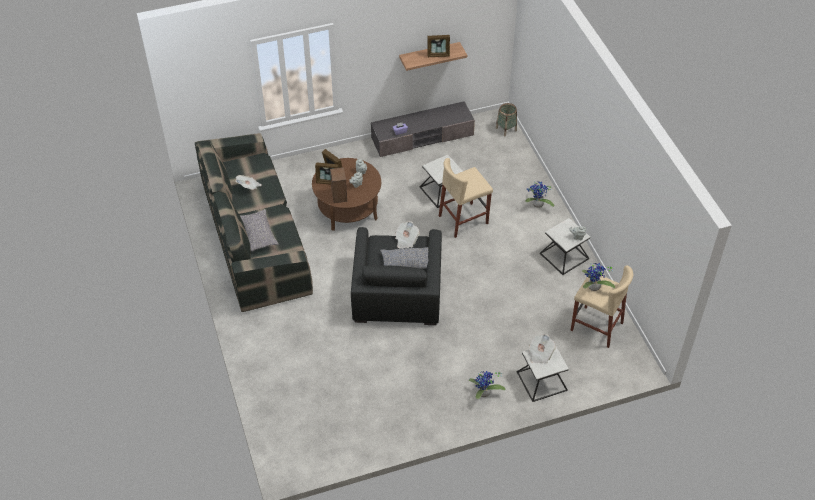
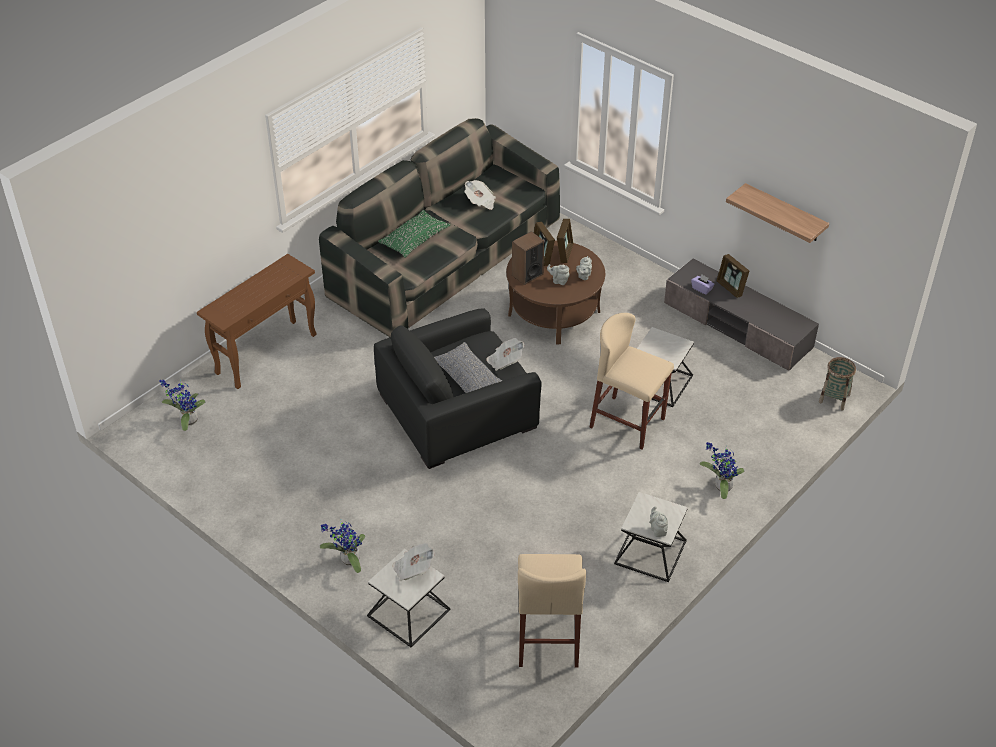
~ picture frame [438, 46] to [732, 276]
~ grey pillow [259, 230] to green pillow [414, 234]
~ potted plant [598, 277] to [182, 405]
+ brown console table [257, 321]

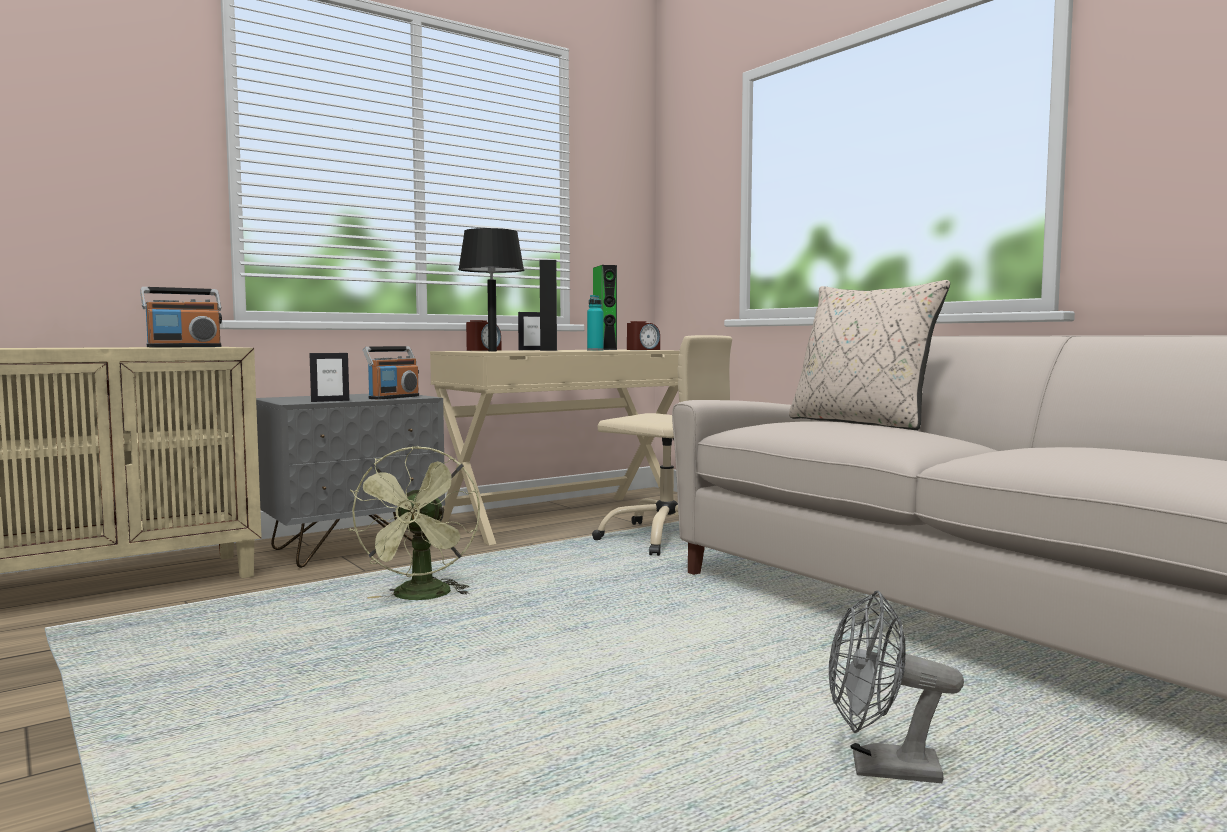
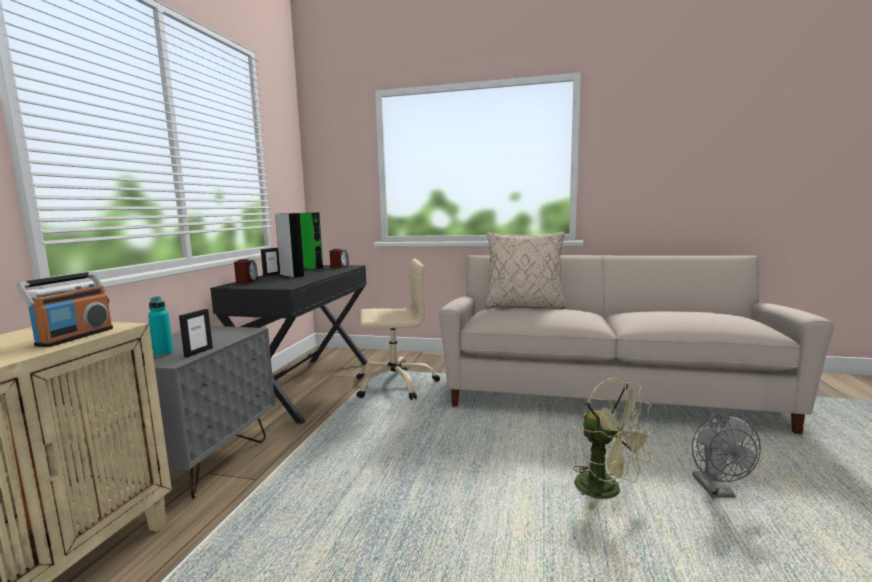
- black table lamp [491, 289]
~ turquoise bottle [595, 323] to [161, 326]
- radio [391, 373]
~ beige desk [555, 447] to black desk [289, 344]
~ green fan [414, 523] to [614, 444]
~ grey fan [896, 687] = [726, 456] 60 degrees counterclockwise

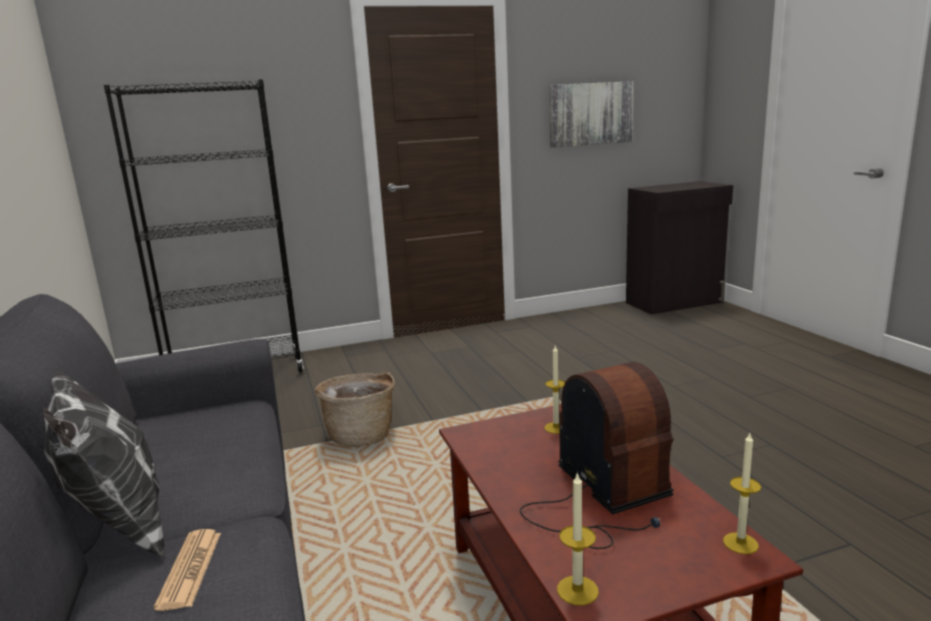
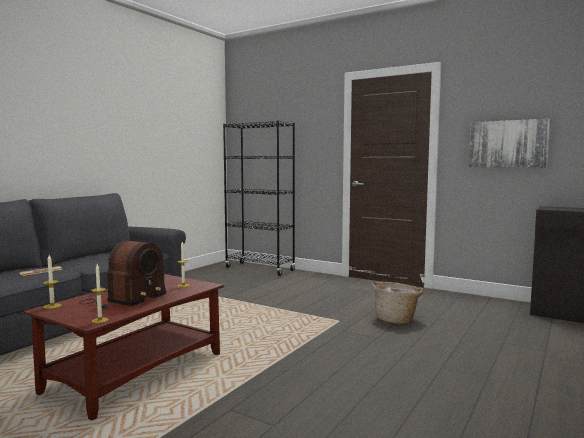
- pillow [104, 464]
~ basket [355, 409] to [397, 302]

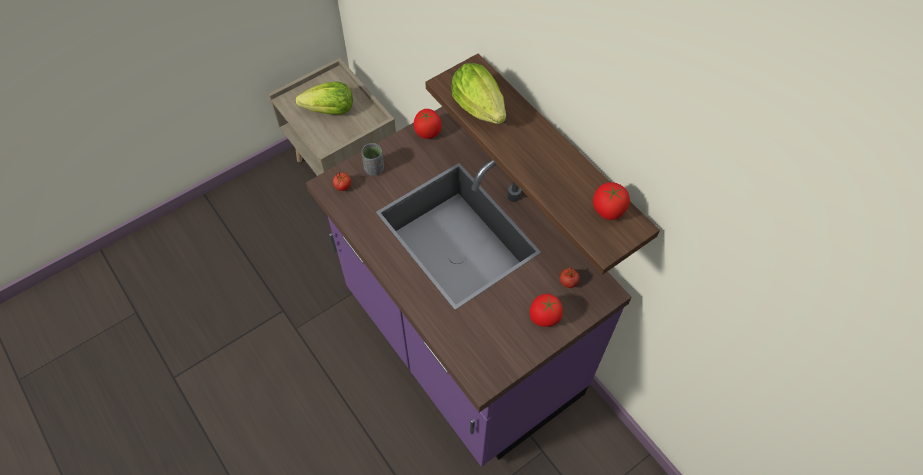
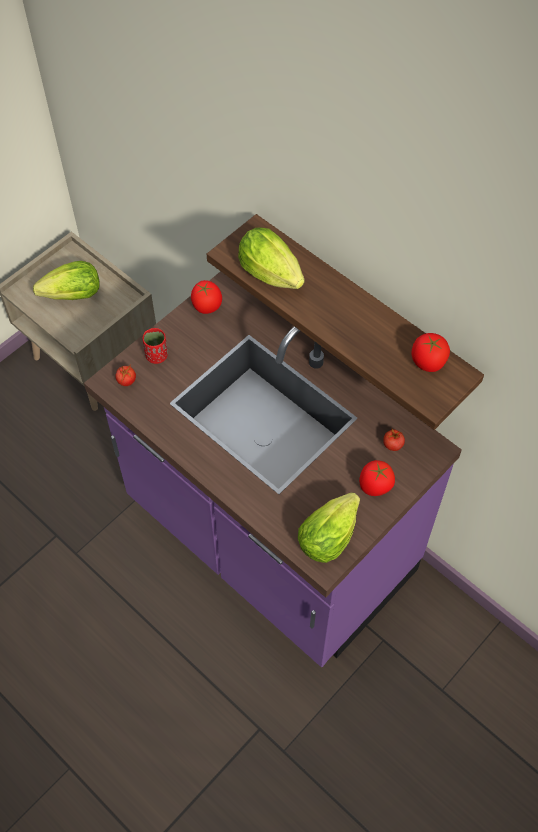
~ grey cup [372, 159] to red cup [155, 346]
+ lettuce [329, 527]

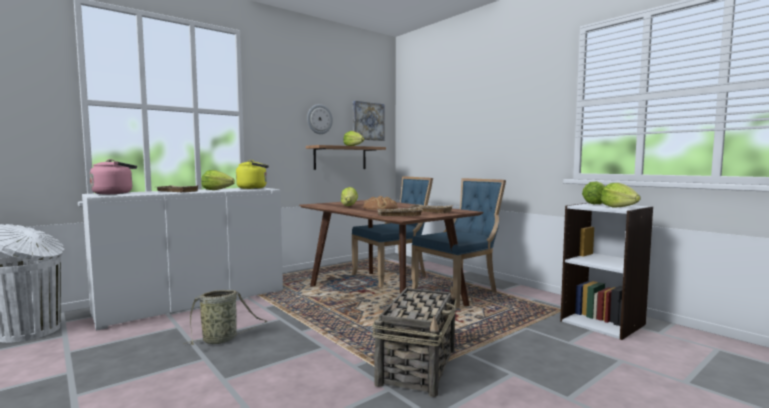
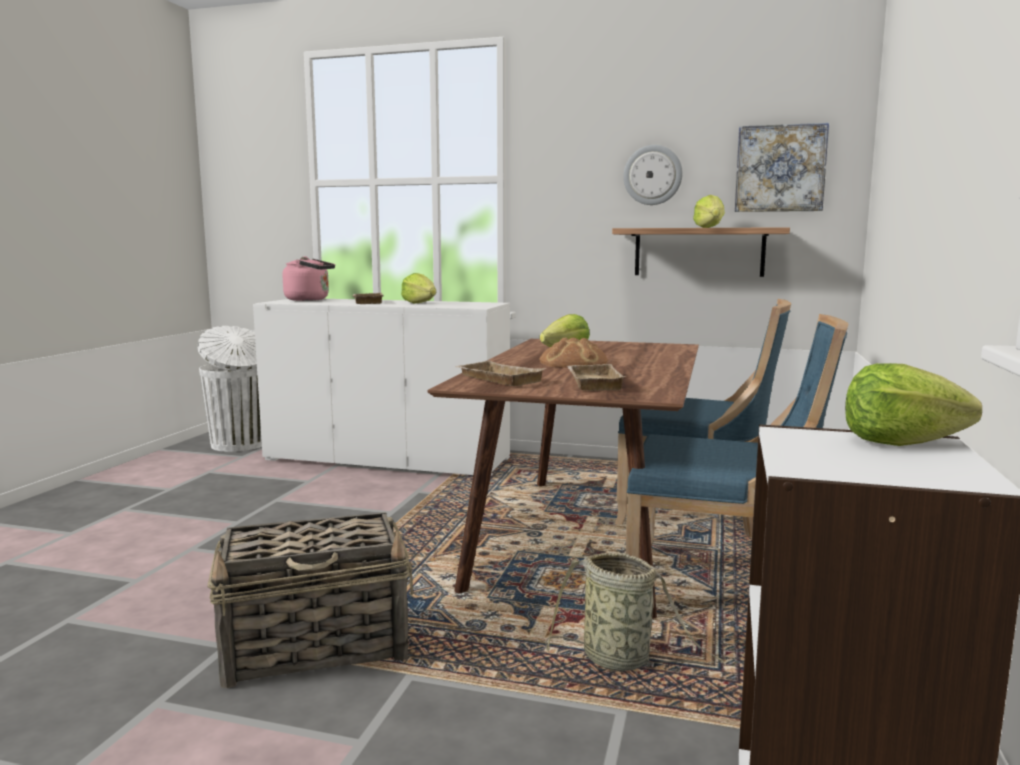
- yellow kettle [252, 174]
- lettuce [621, 195]
~ basket [225, 317] to [634, 612]

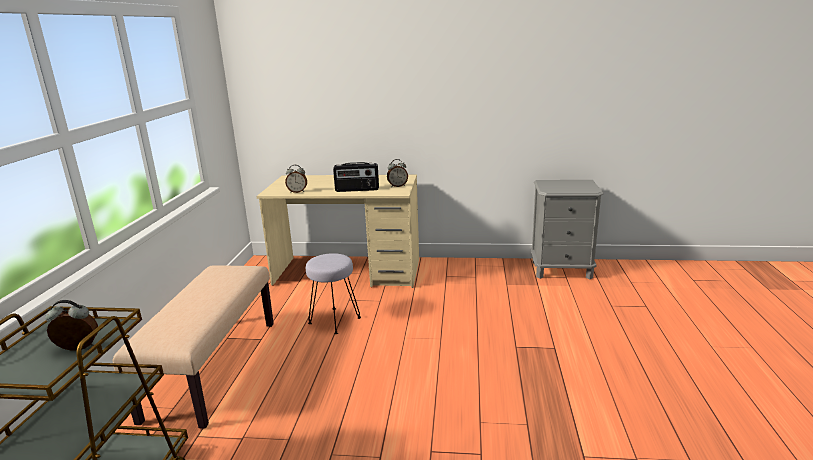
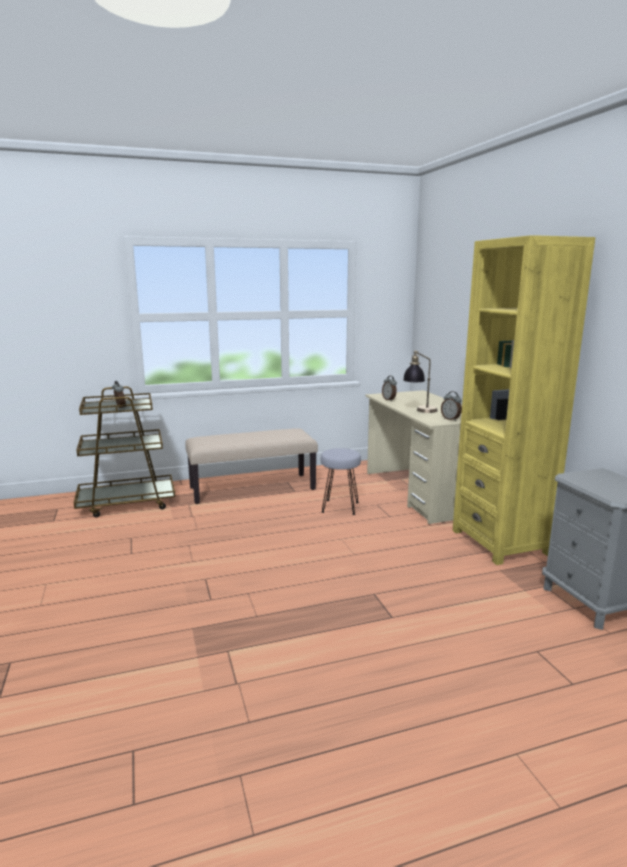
~ radio [356, 177] to table lamp [420, 381]
+ yellow bookcase [524, 400]

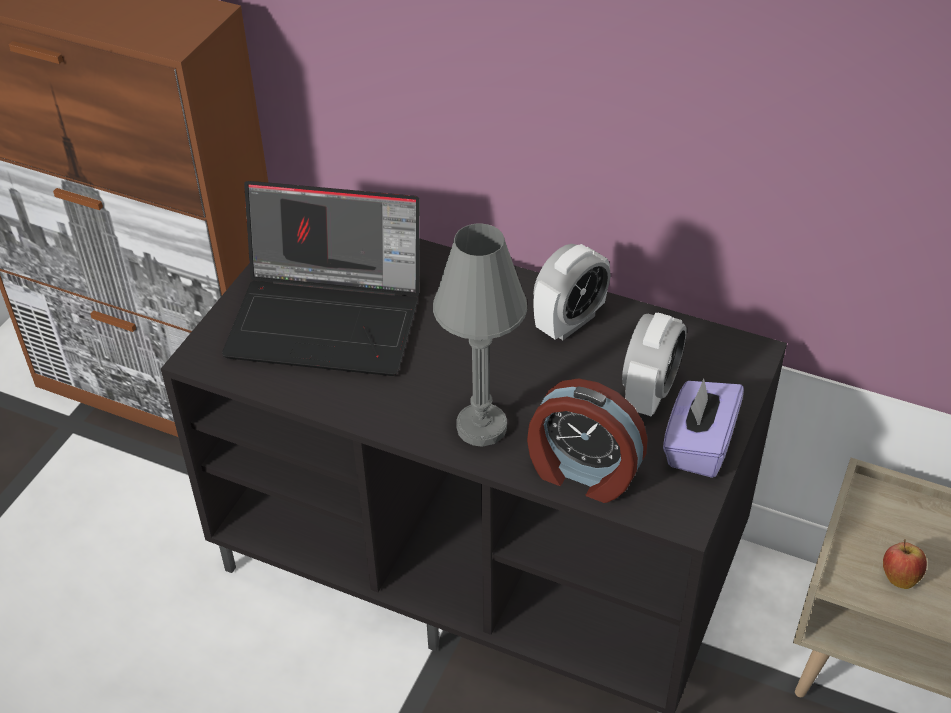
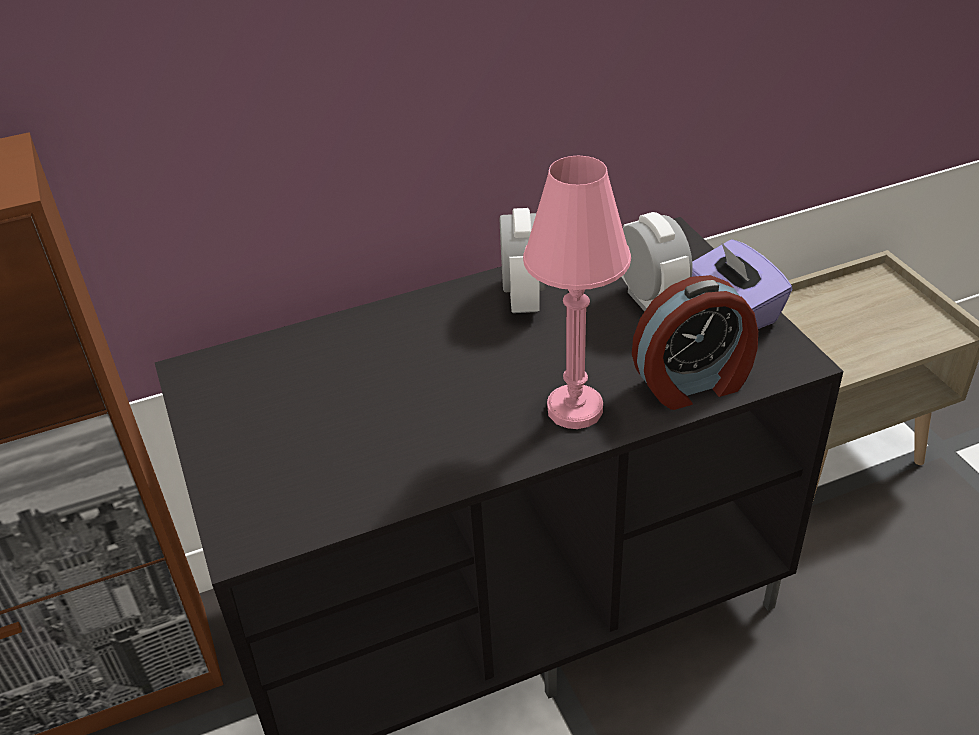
- laptop [321, 278]
~ grey table lamp [480, 335] to pink table lamp [577, 292]
- apple [905, 564]

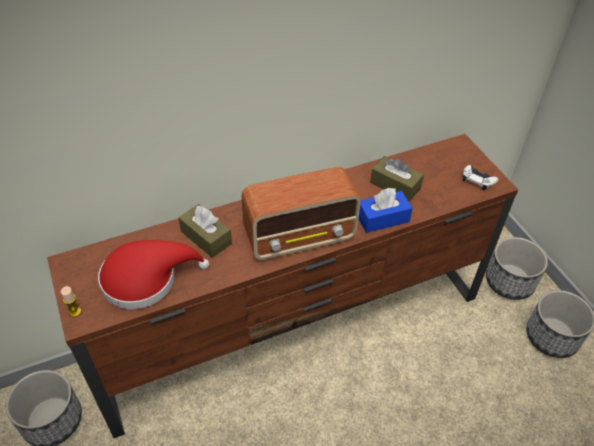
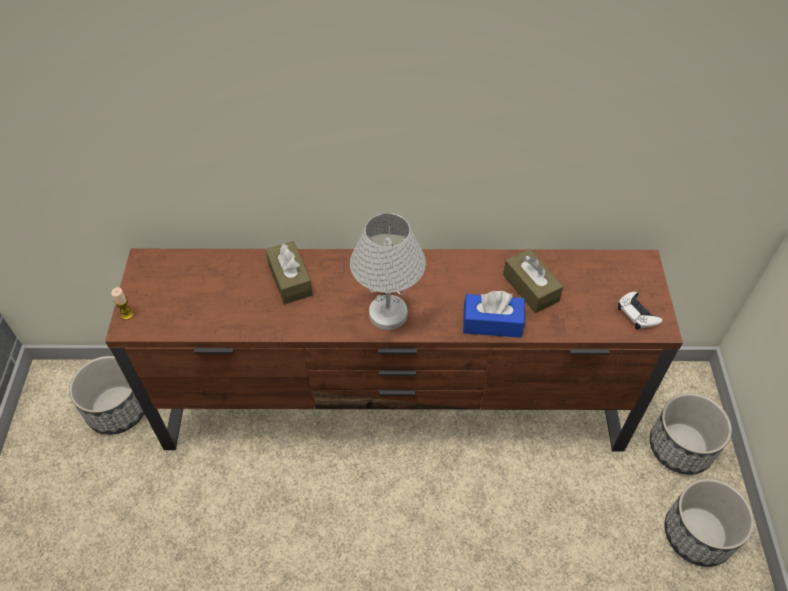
~ radio [301, 213] to white table lamp [388, 271]
- red hat [153, 274]

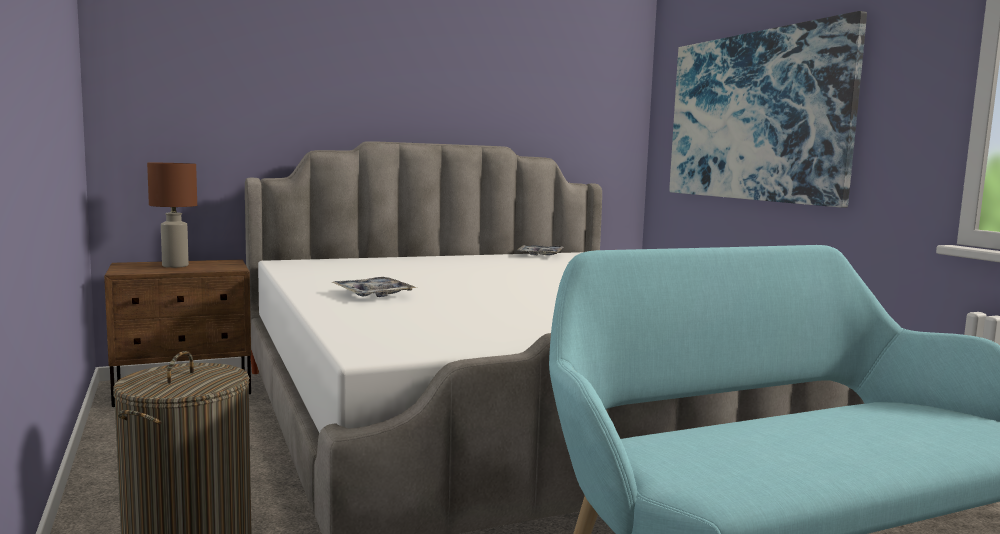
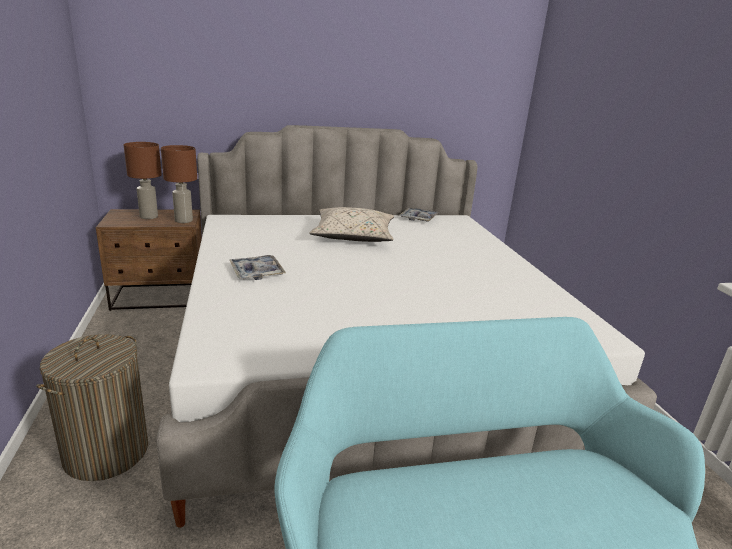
- picture [768, 109]
+ brown table lamp [179, 184]
+ beige pillow [351, 224]

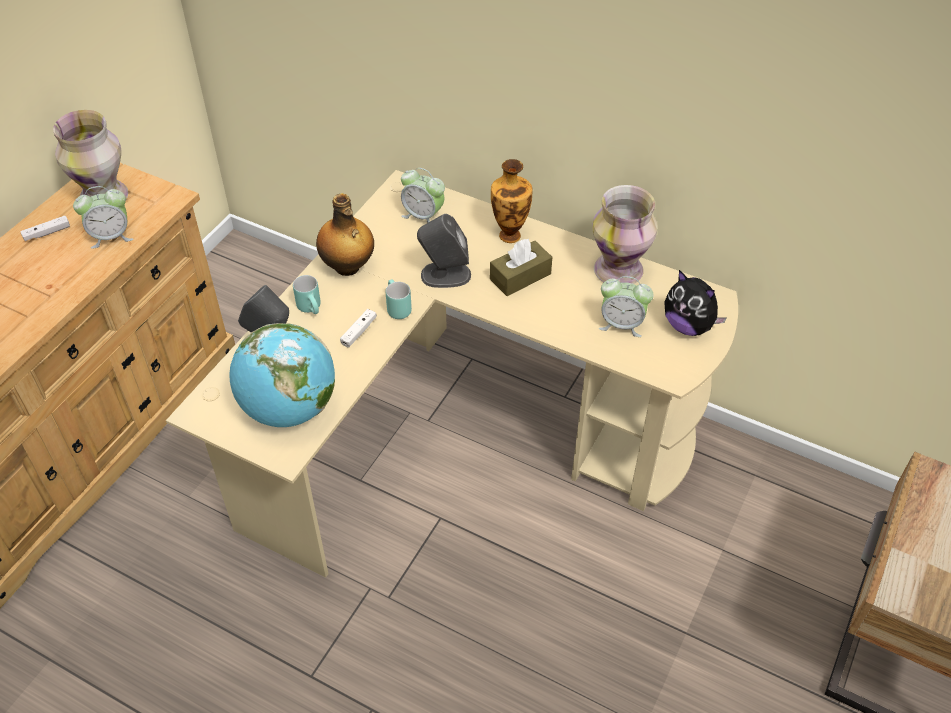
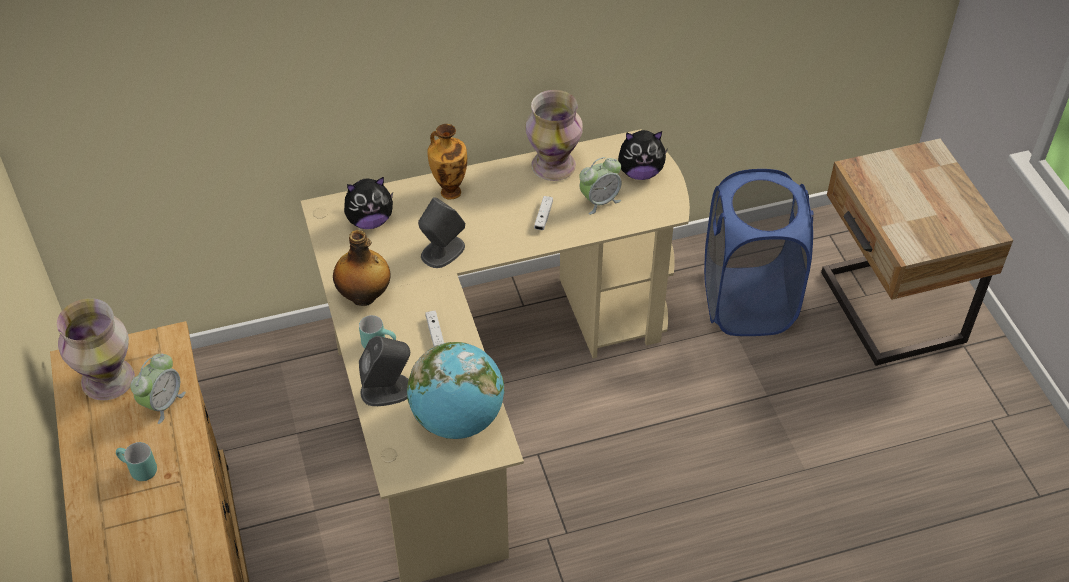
~ alarm clock [423, 195] to plush toy [368, 203]
~ white game controller [45, 228] to [543, 213]
- brown tissue box [521, 267]
~ turquoise mug [399, 299] to [136, 461]
+ blue laundry basket [758, 252]

